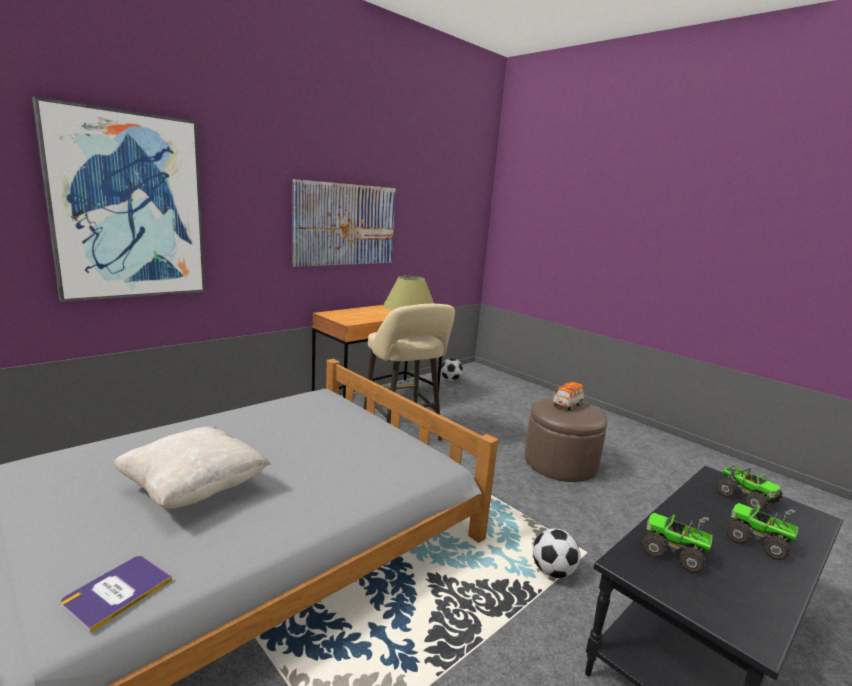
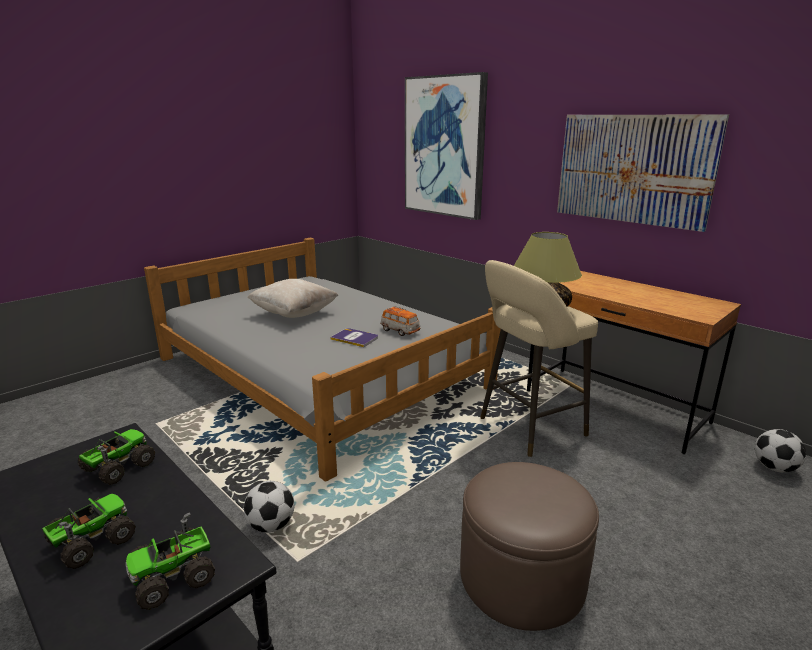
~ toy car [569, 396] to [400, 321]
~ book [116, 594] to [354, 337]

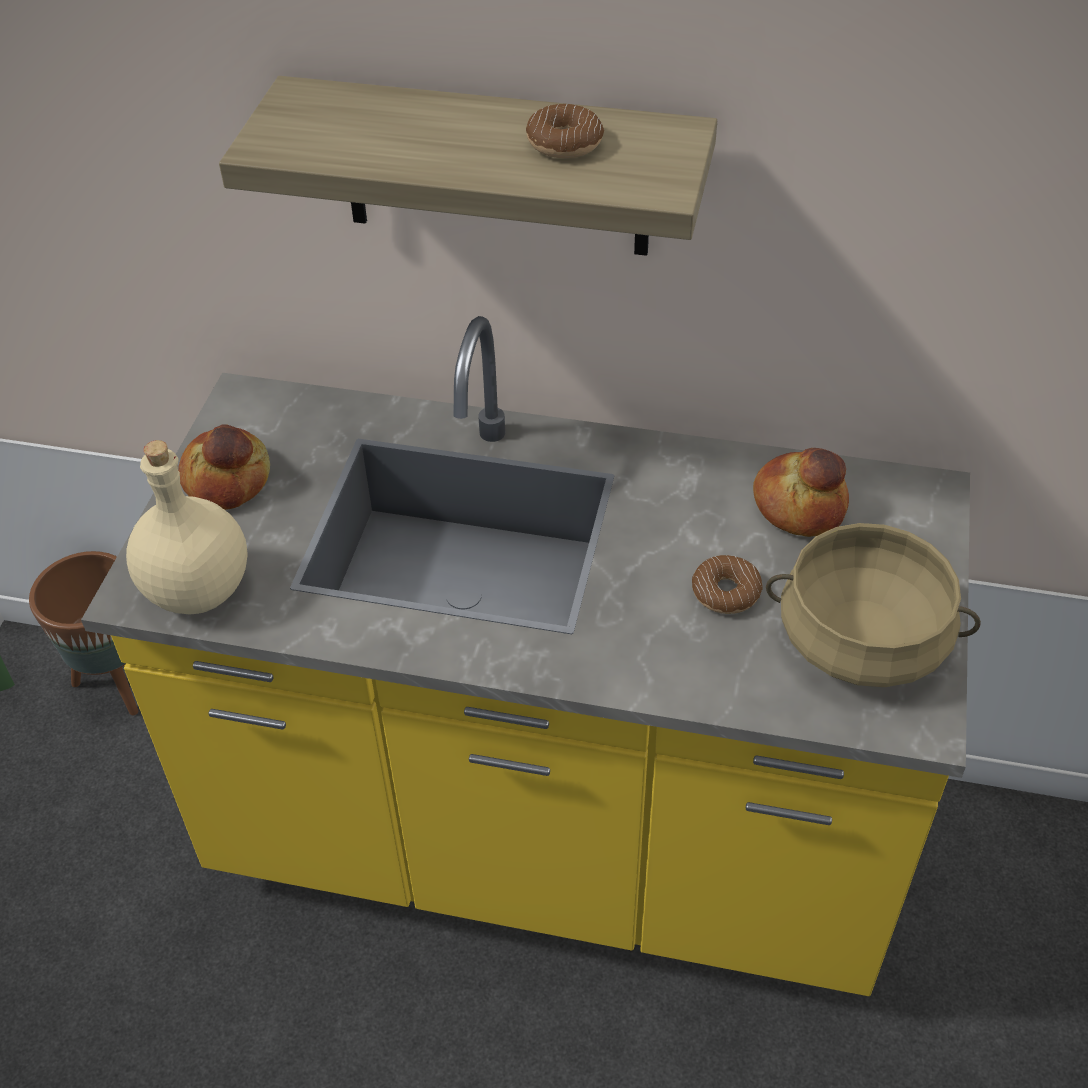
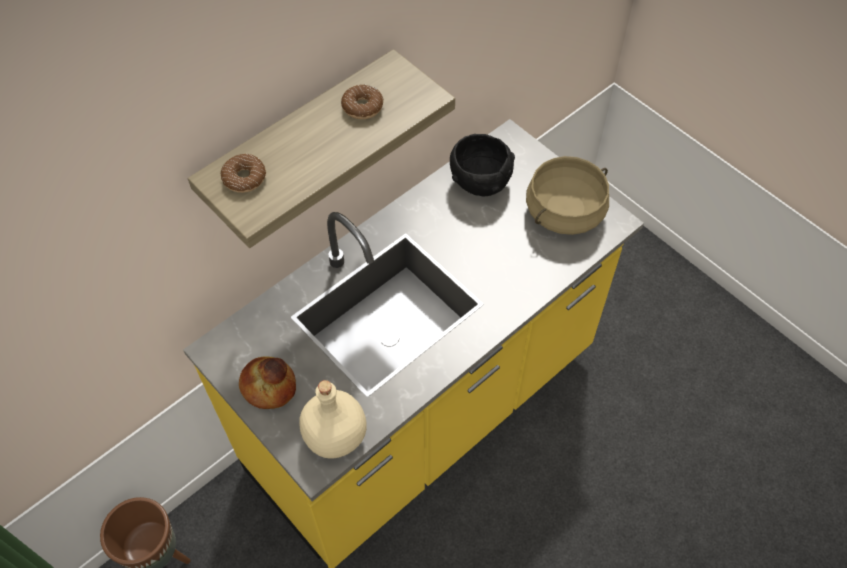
~ bread [801, 492] to black bowl [482, 165]
~ donut [727, 584] to [243, 173]

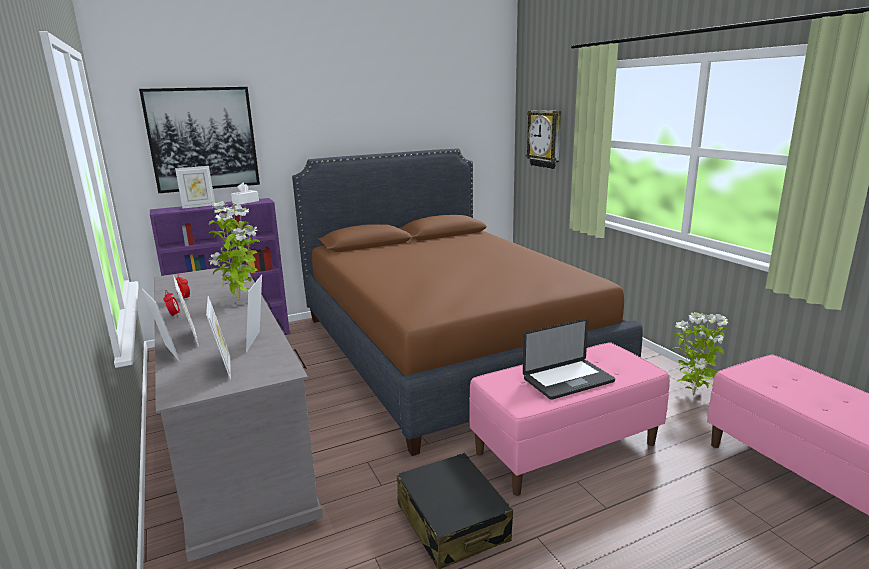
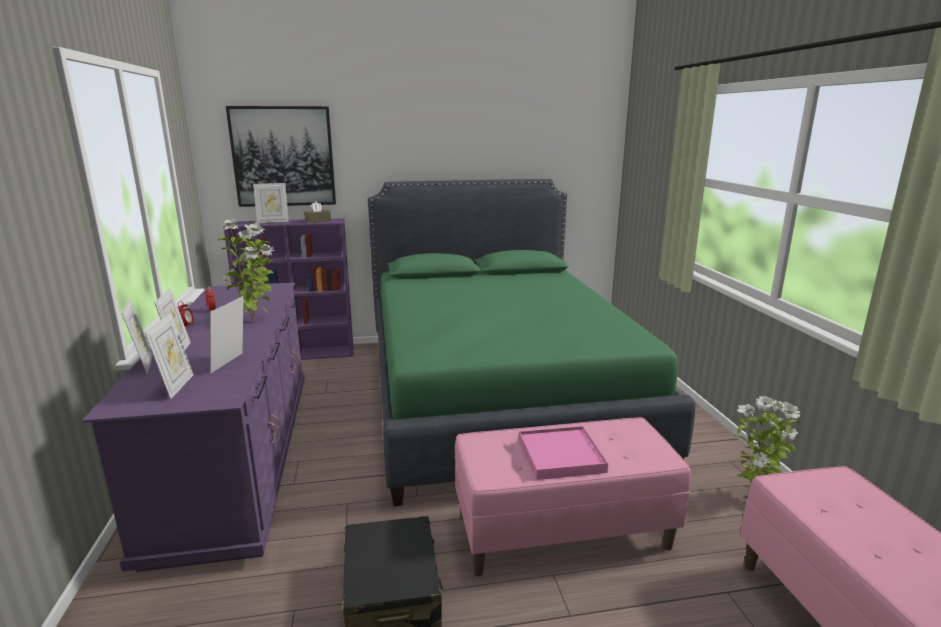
- wall clock [543, 139]
~ brown bed [467, 302] to green bed [531, 342]
~ white tissue box [245, 194] to brown tissue box [317, 212]
~ grey dresser [238, 413] to purple dresser [193, 427]
~ laptop [569, 359] to pink tray [563, 453]

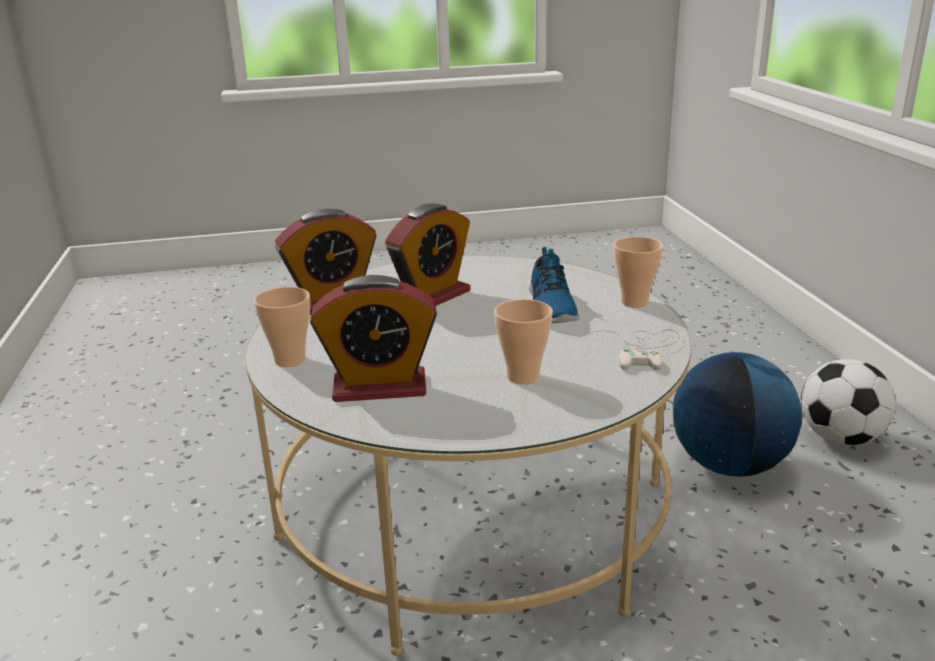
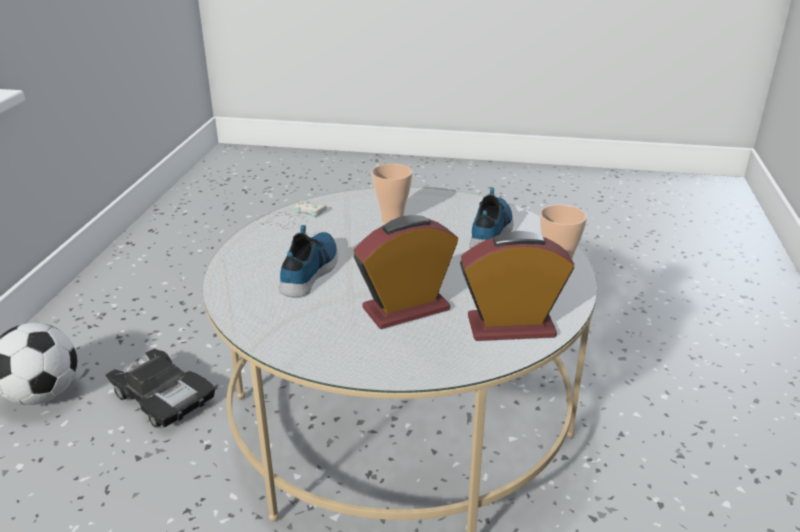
- cup [638, 272]
~ alarm clock [373, 338] to shoe [491, 218]
~ globe [737, 414] to black toy car [160, 388]

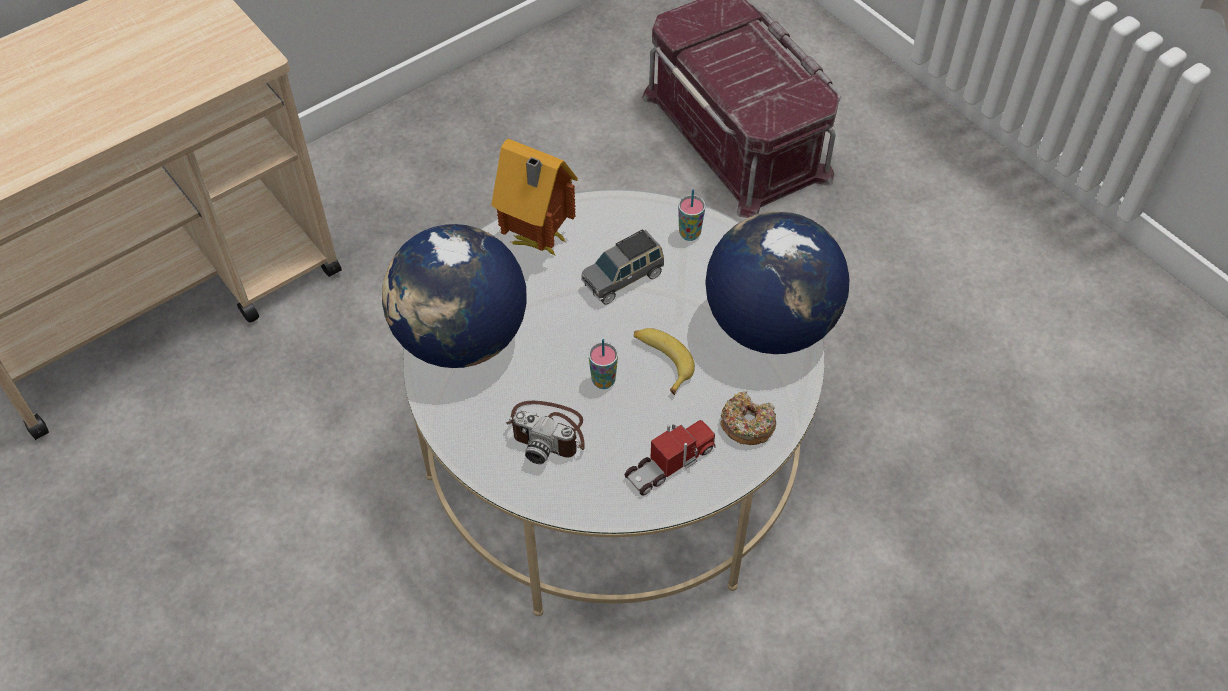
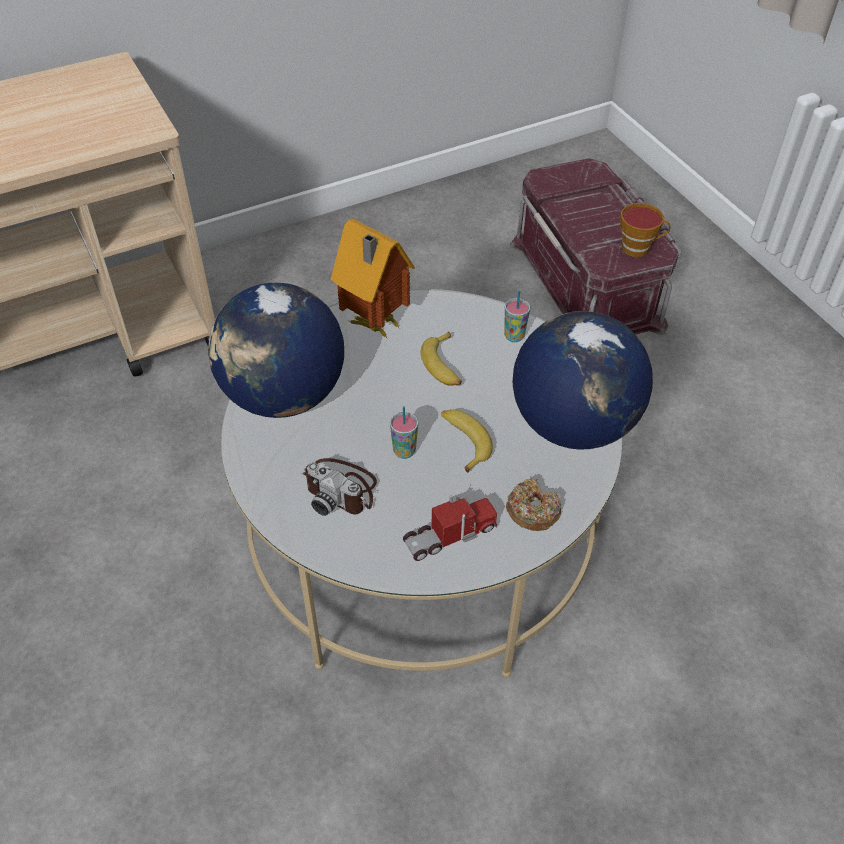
~ grey toy car [622, 267] to banana [441, 359]
+ cup [645, 230]

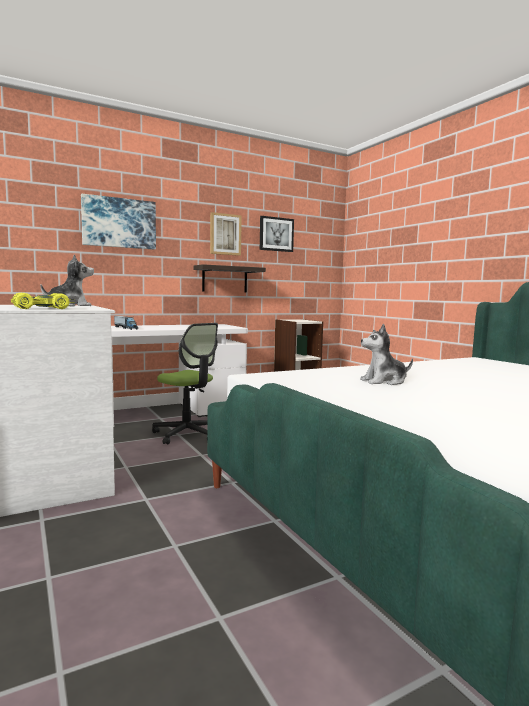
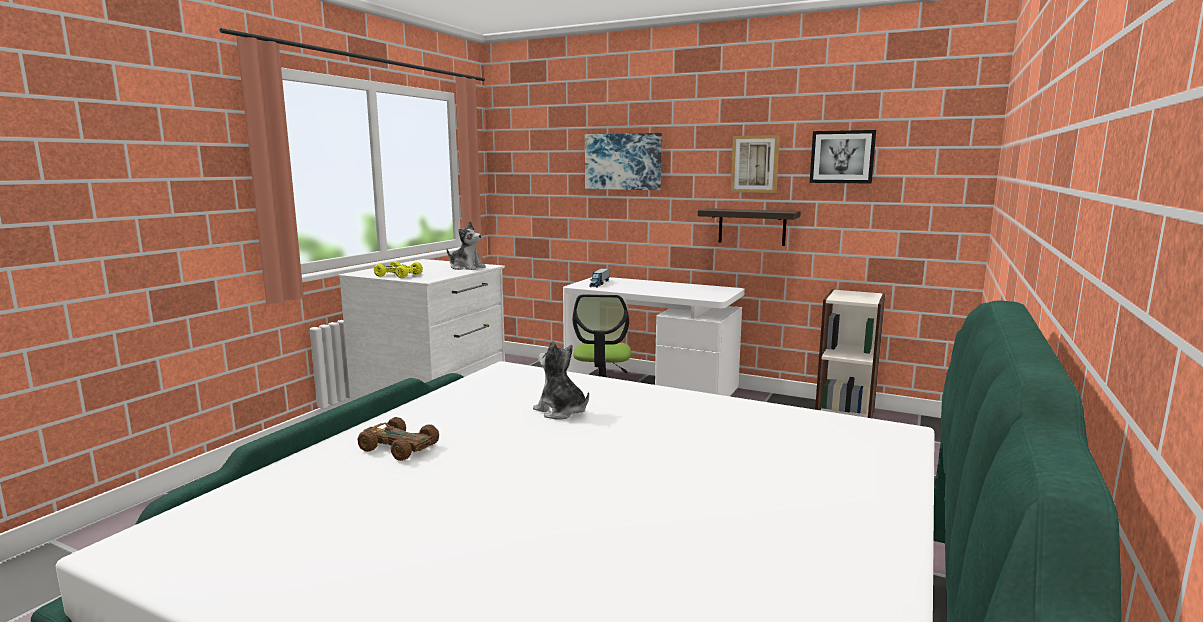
+ brown toy car [398, 439]

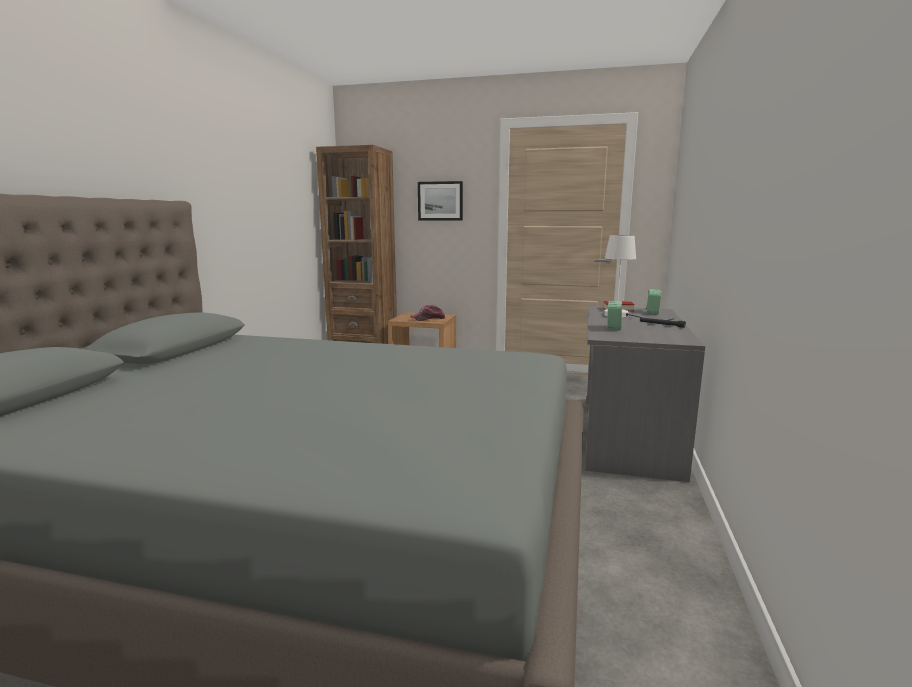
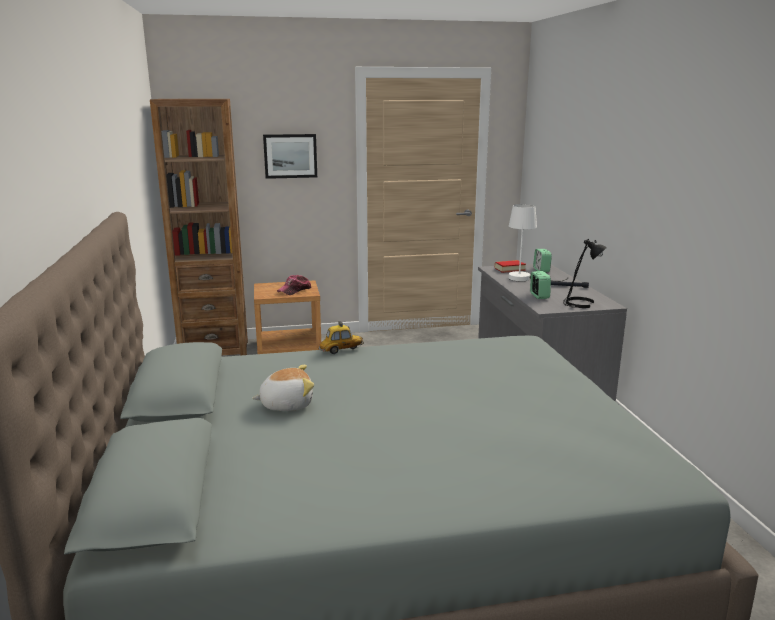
+ black table lamp [585, 273]
+ toy car [341, 337]
+ plush toy [283, 388]

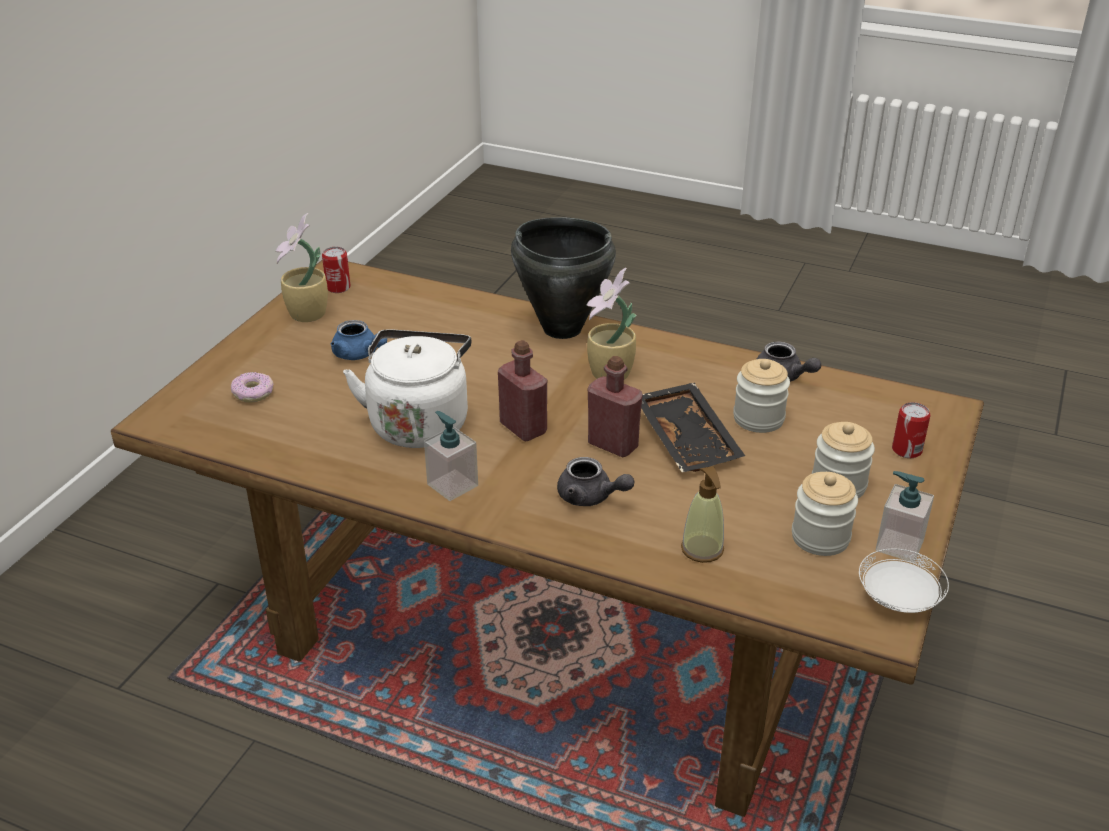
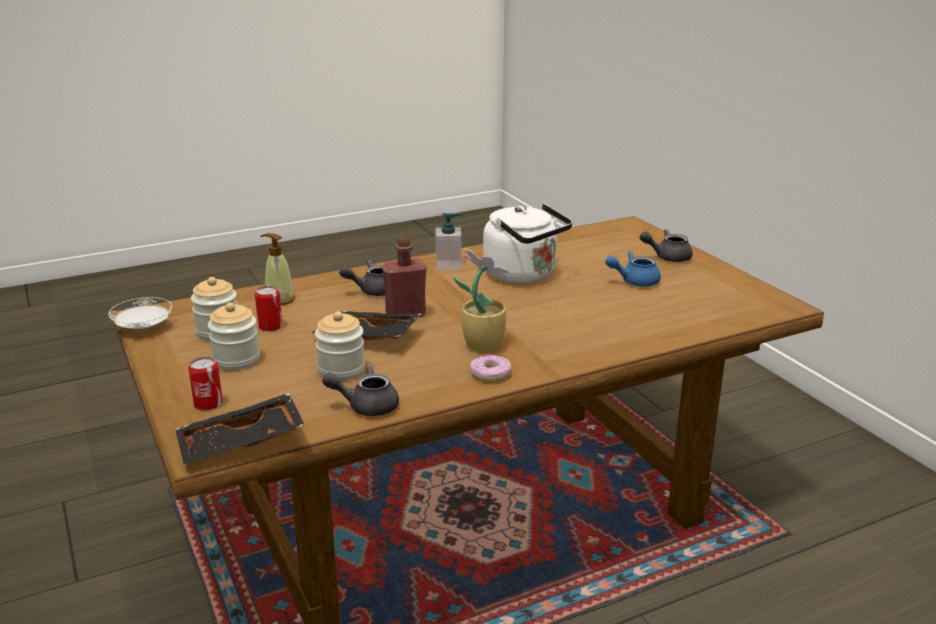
- potted plant [302, 267]
- black cooking pot [563, 278]
~ can [336, 270] to [269, 308]
- red bottle [522, 390]
~ donut [252, 387] to [490, 368]
- soap dispenser [905, 517]
+ grey teapot [666, 245]
+ black tray [240, 428]

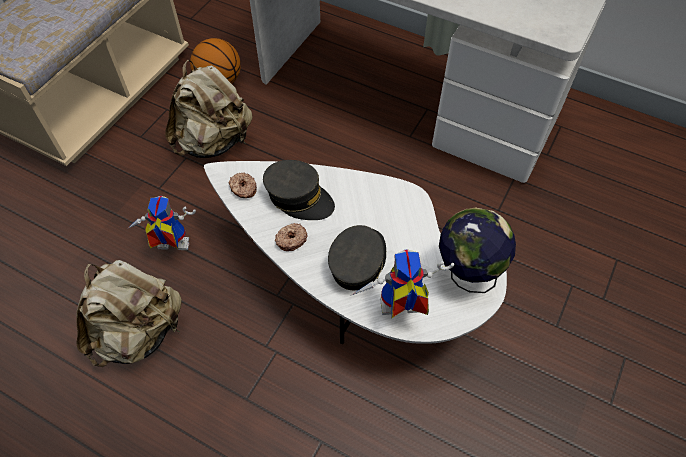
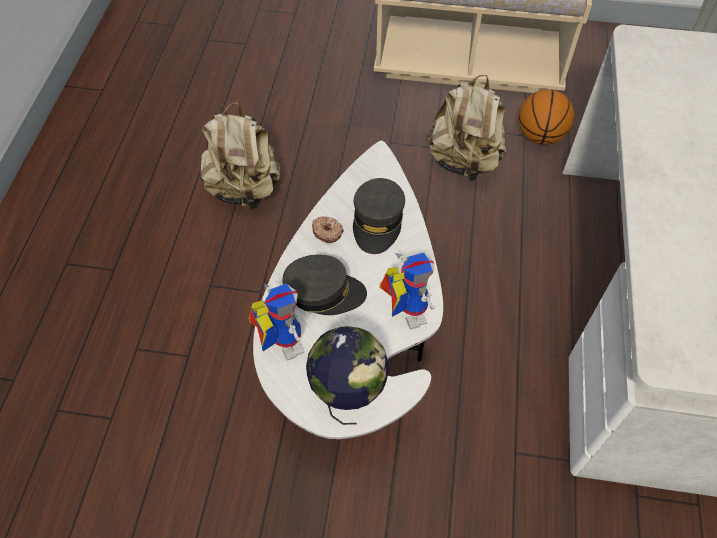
- donut [243, 185]
~ toy robot [161, 223] to [407, 291]

